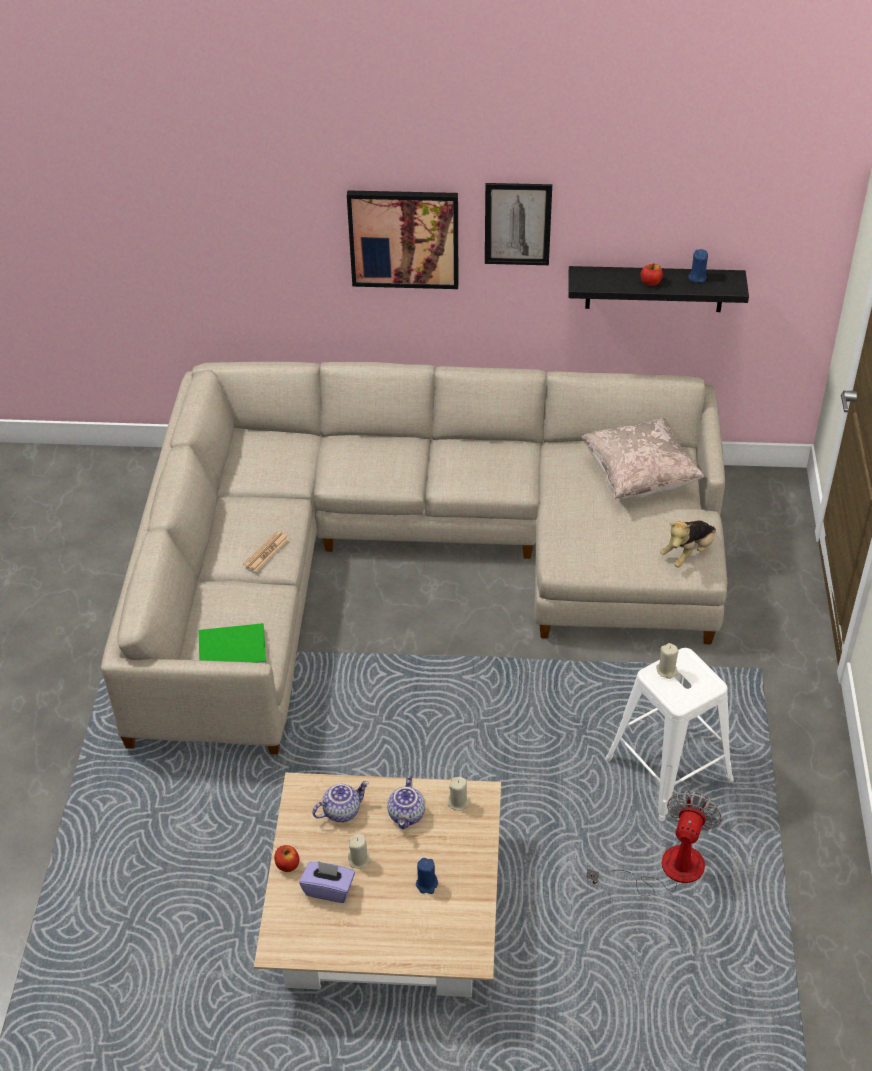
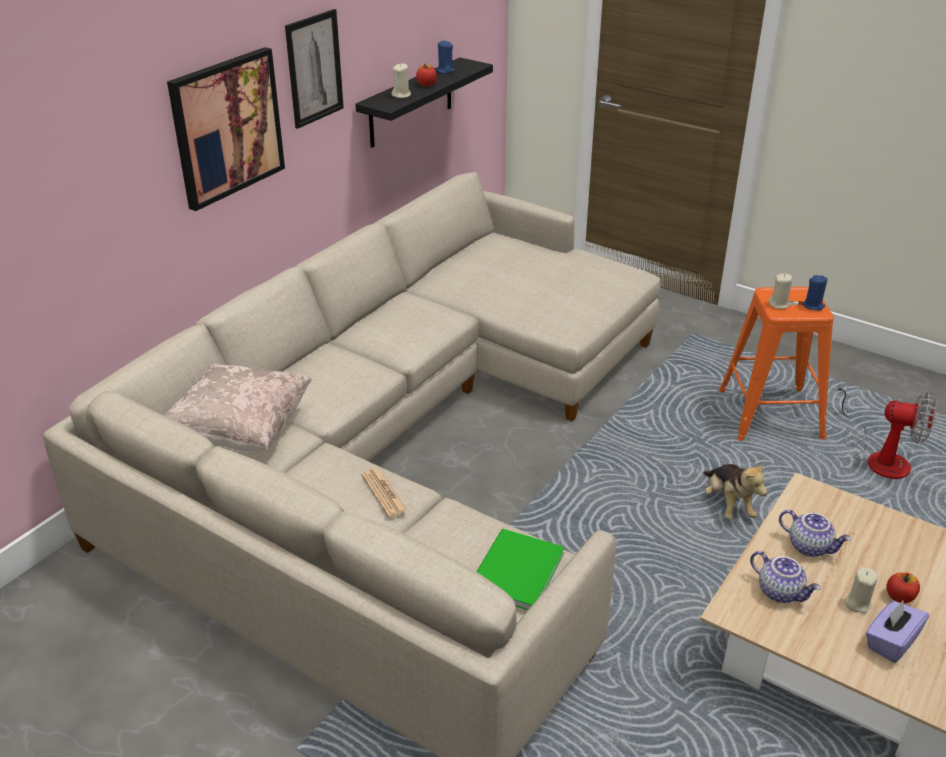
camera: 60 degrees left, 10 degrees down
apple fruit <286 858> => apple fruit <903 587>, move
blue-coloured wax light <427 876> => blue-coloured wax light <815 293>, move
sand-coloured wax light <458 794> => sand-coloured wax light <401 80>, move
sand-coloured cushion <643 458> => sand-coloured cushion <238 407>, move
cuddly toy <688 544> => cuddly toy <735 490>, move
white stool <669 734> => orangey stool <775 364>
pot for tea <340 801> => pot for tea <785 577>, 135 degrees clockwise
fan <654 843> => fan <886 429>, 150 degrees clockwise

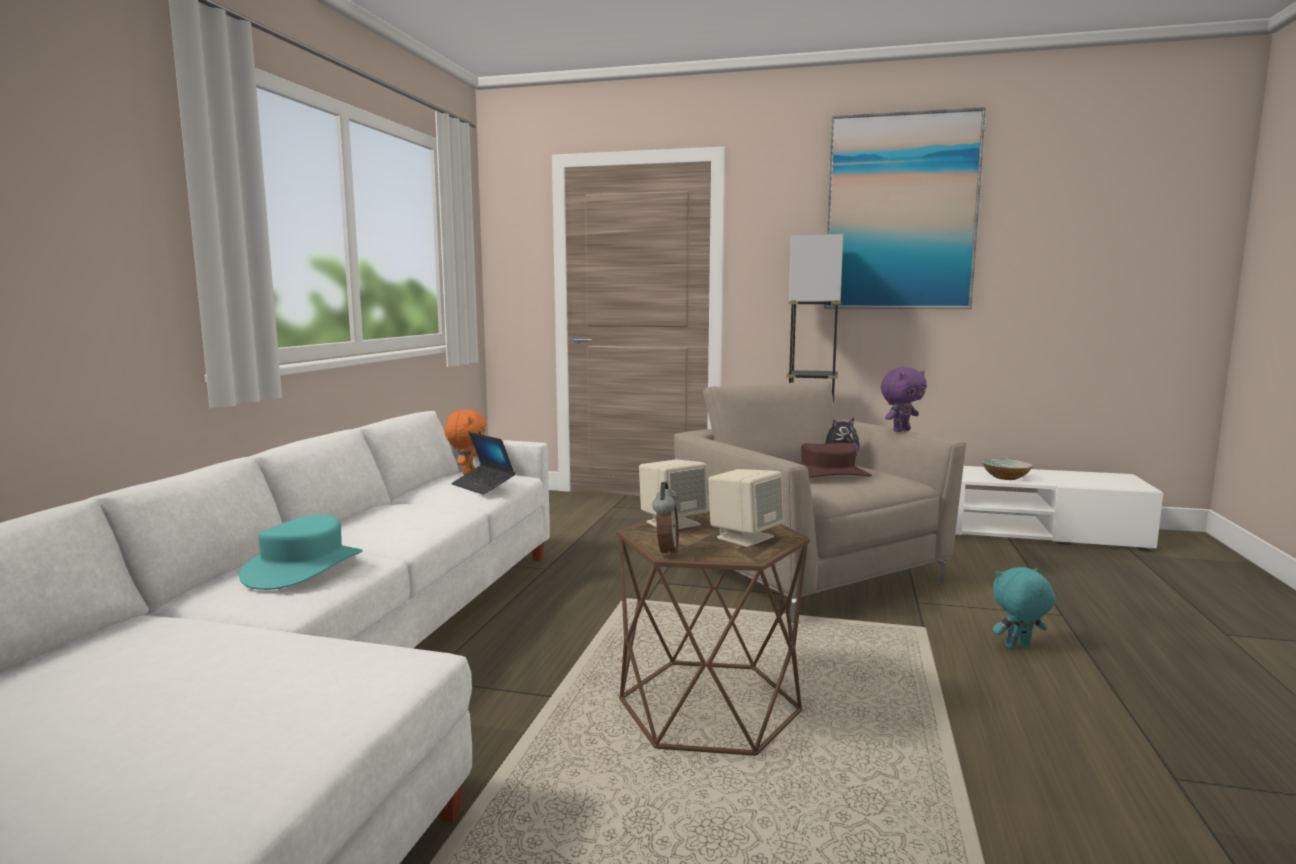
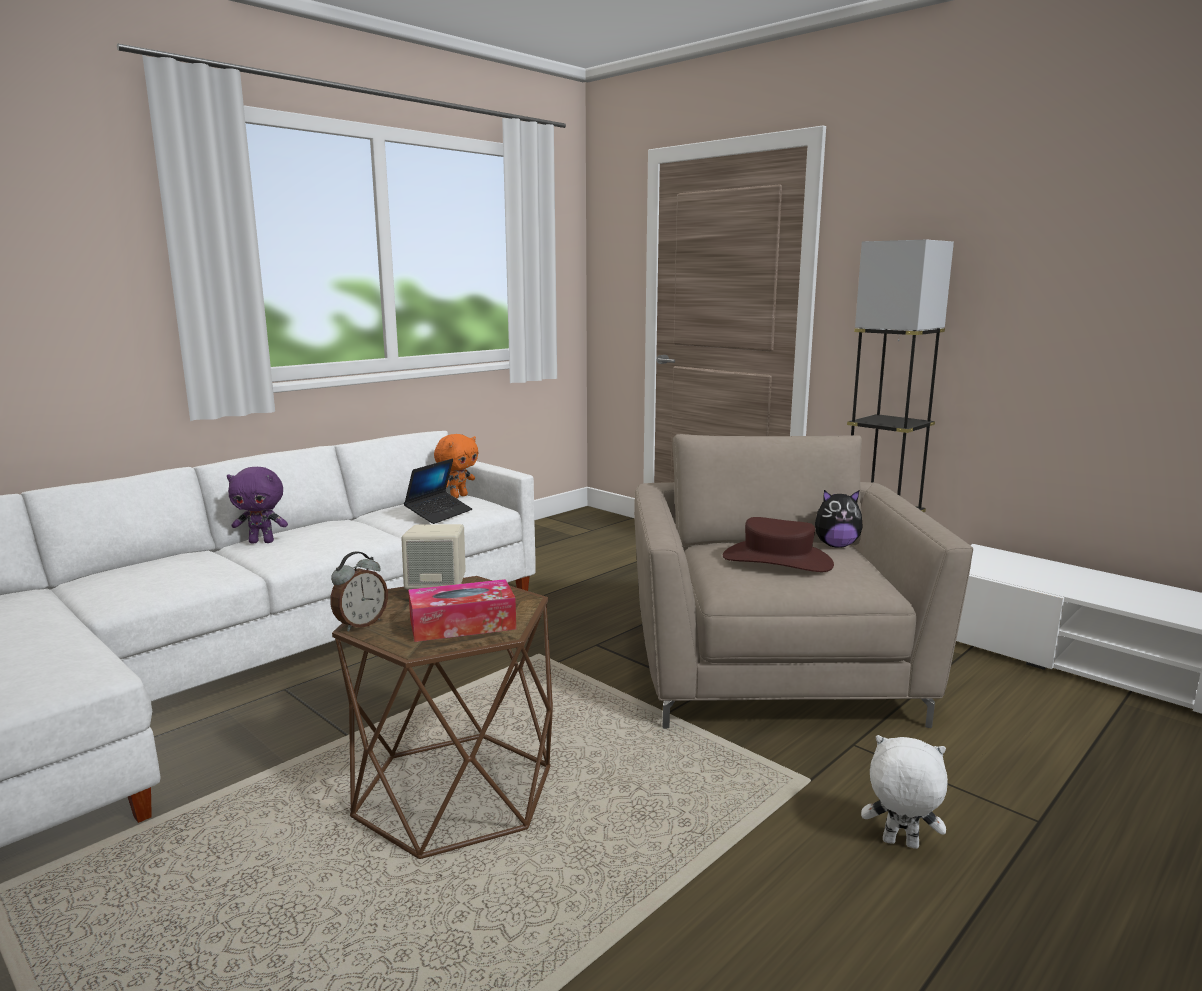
camera: 30 degrees right, 5 degrees up
blue-green clothing hat <301 552> => nothing
picture <905 208> => nothing
bowl <1007 469> => nothing
purplish cuddly toy <904 399> => purplish cuddly toy <257 505>, move
sand-coloured loudspeaker <746 508> => tissue box <462 610>
blue-green cuddly toy <1024 608> => white cuddly toy <904 792>
portable computer <483 463> => portable computer <438 491>, 135 degrees counterclockwise

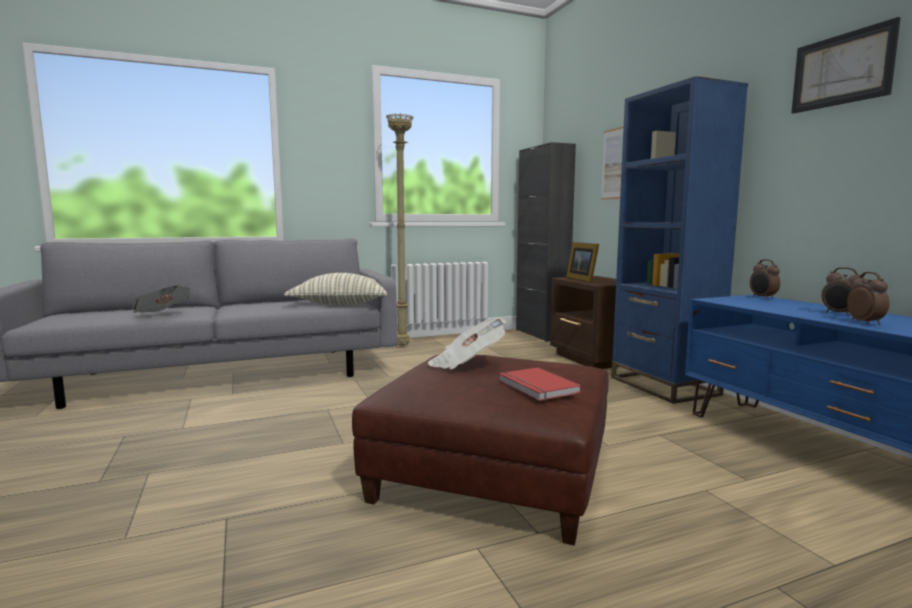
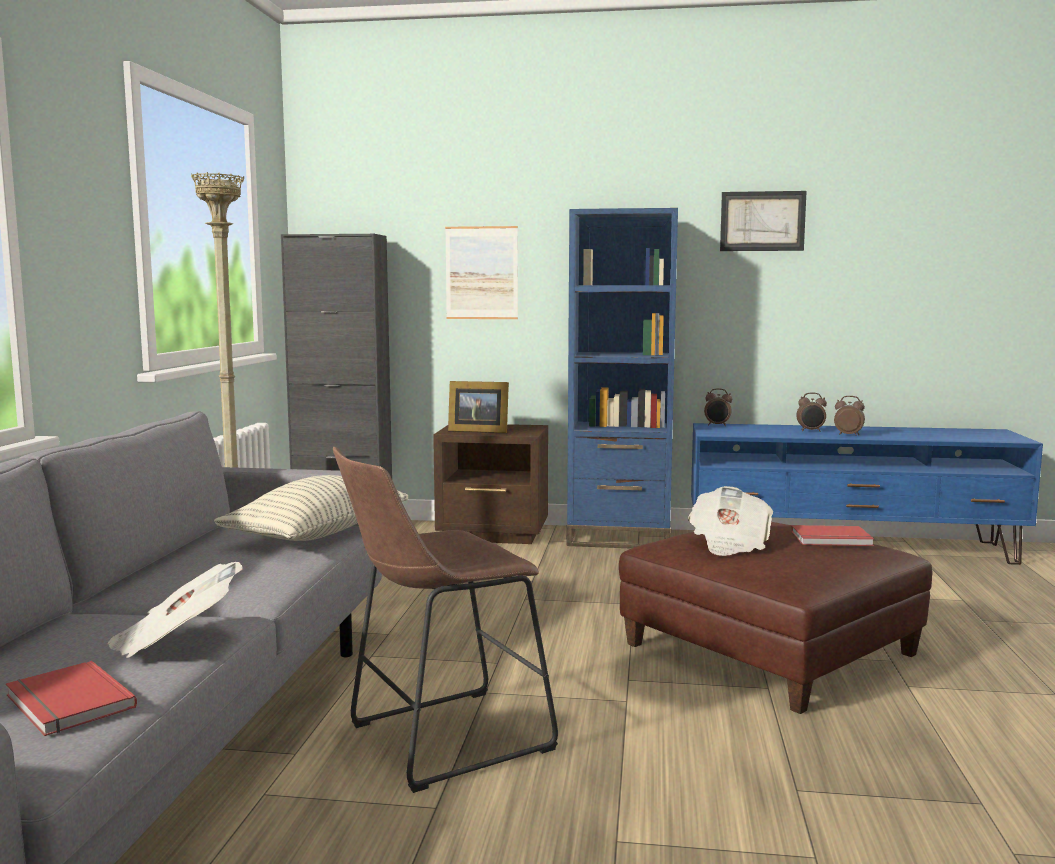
camera: 60 degrees left, 0 degrees up
nothing => reddish volume <71 698>
nothing => brownish stool <445 620>

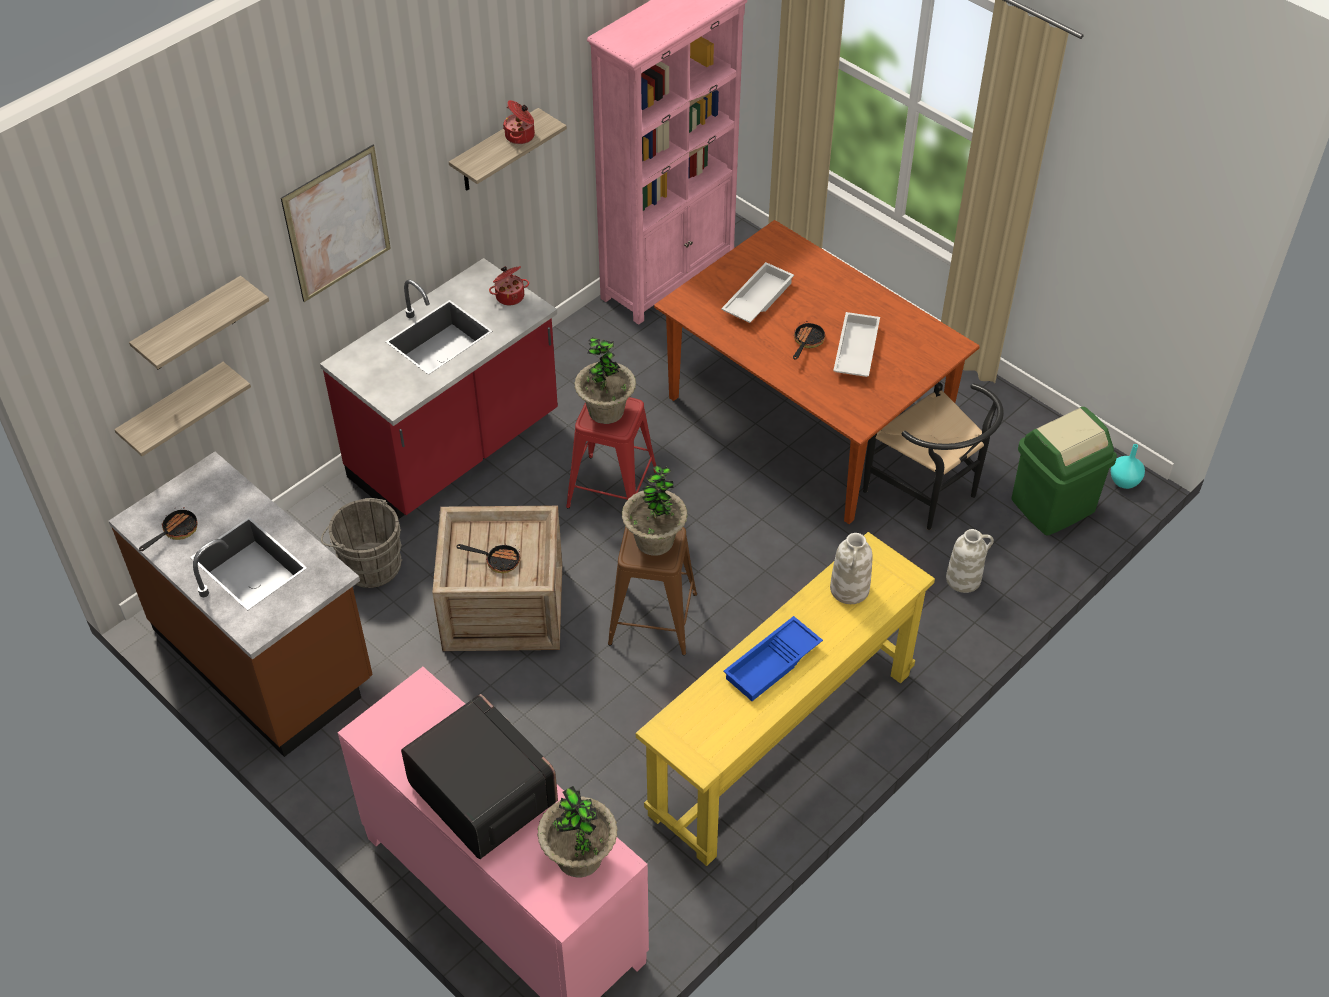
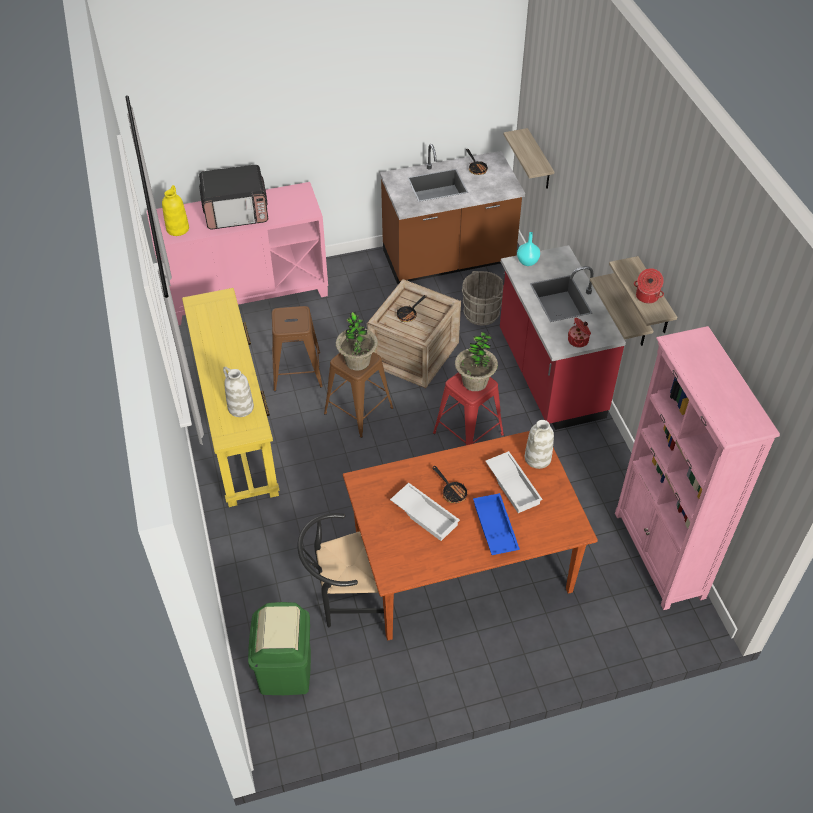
camera: 120 degrees right, 0 degrees up
picture <336 223> => nothing
nothing => brownish stool <297 348>
wall shelf <199 323> => wall shelf <621 309>, move
blue-coloured carrying tray <773 658> => blue-coloured carrying tray <496 524>, move
white decorative vase <970 561> => white decorative vase <539 444>, move
blue-green decorative vase <1127 466> => blue-green decorative vase <528 249>, move
plant in a pot <577 831> => yellowish decorative vase <175 210>

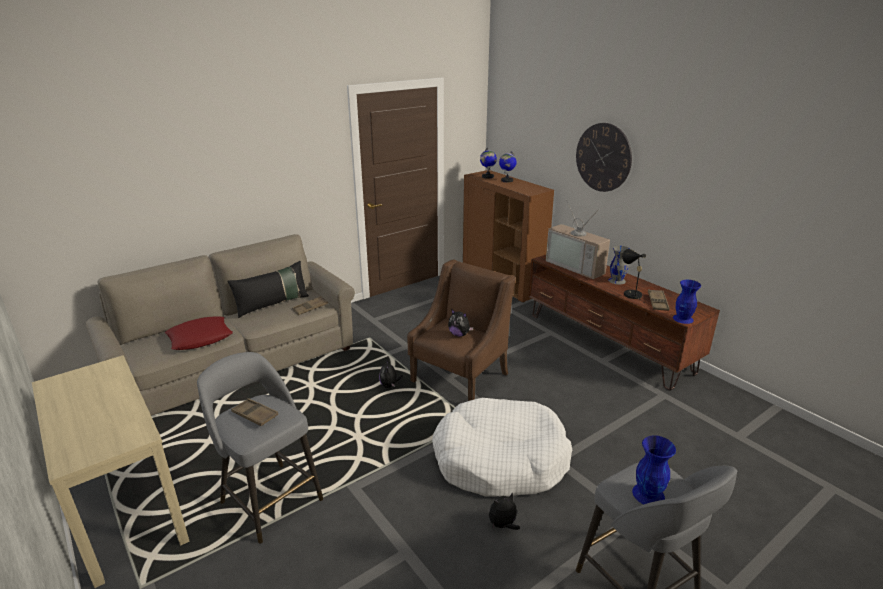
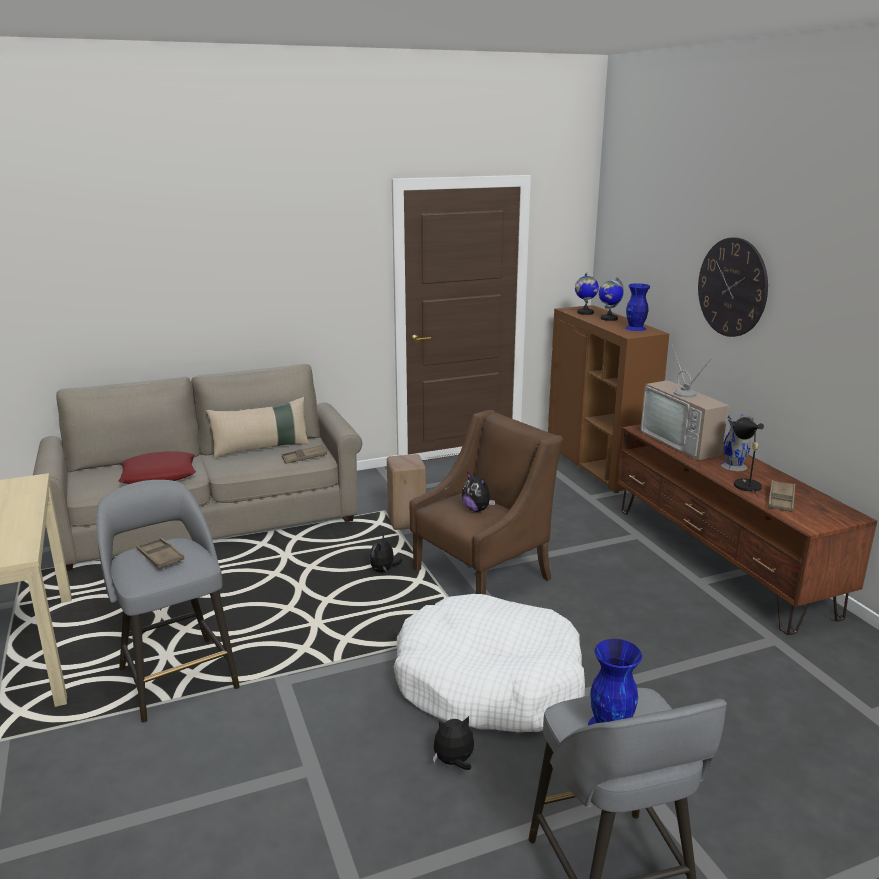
camera: 15 degrees right, 5 degrees down
nothing => sand-coloured stool <406 492>
blue-coloured decorative vase <687 302> => blue-coloured decorative vase <637 307>, move
black cushion <268 289> => sand-coloured cushion <258 428>

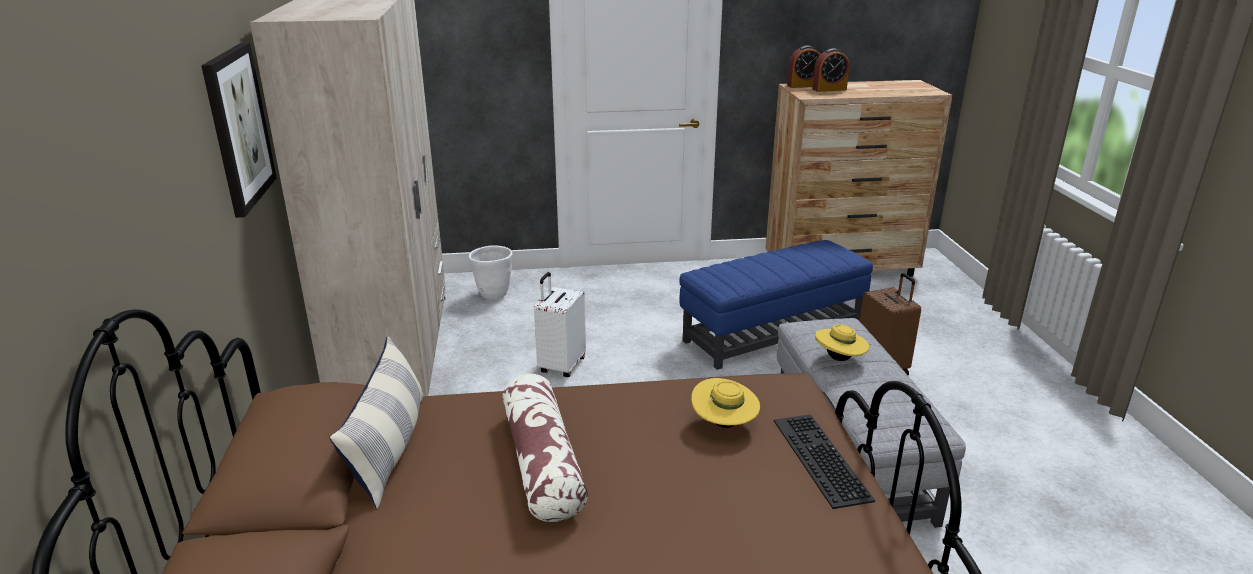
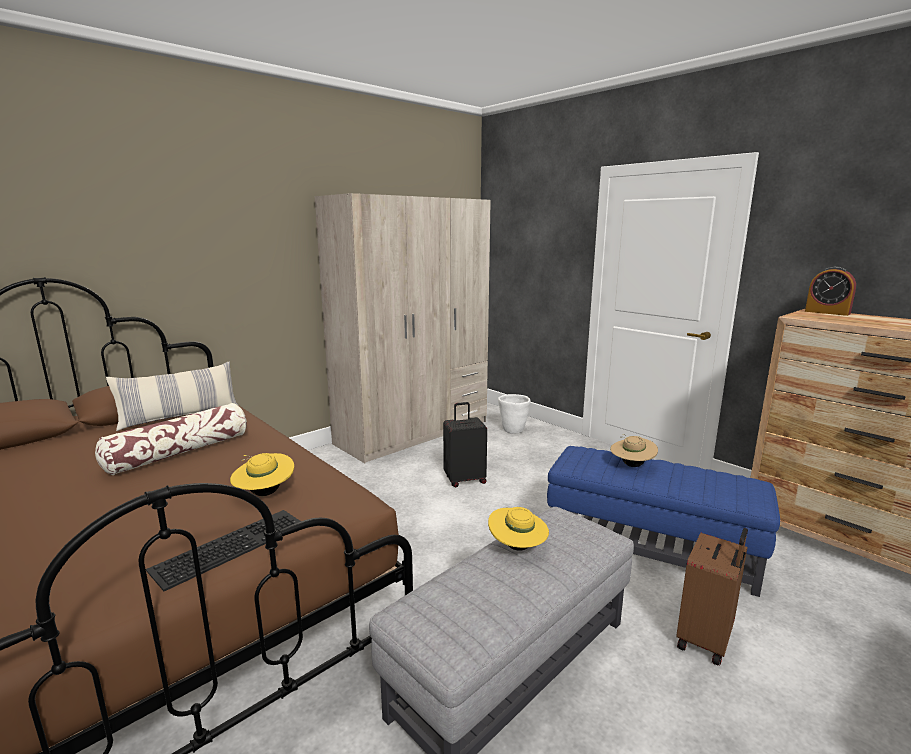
camera: 55 degrees right, 10 degrees down
picture <239 130> => nothing
alarm clock <830 70> => nothing
nothing => sand-coloured clothing hat <634 450>
white suitcase <560 324> => black suitcase <465 444>

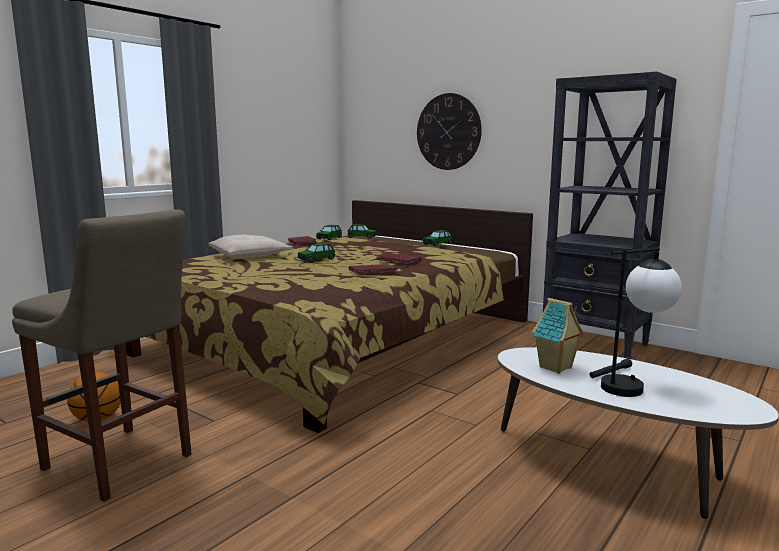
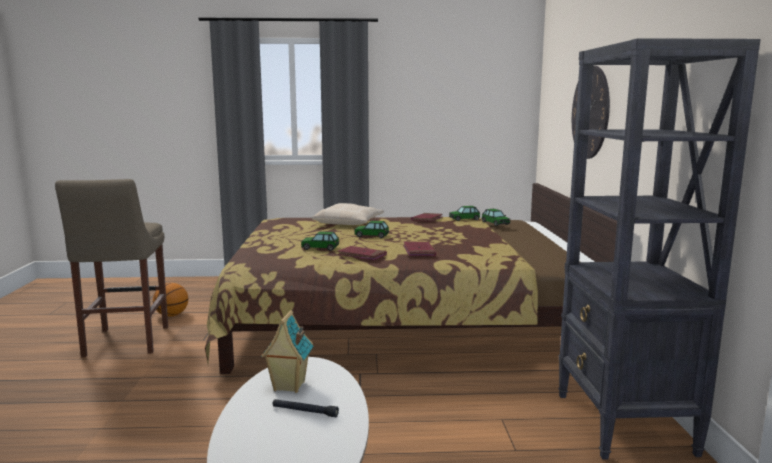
camera: 50 degrees right, 0 degrees up
lamp for a table <641 322> => nothing
miniature car <438 238> => miniature car <320 241>, move

